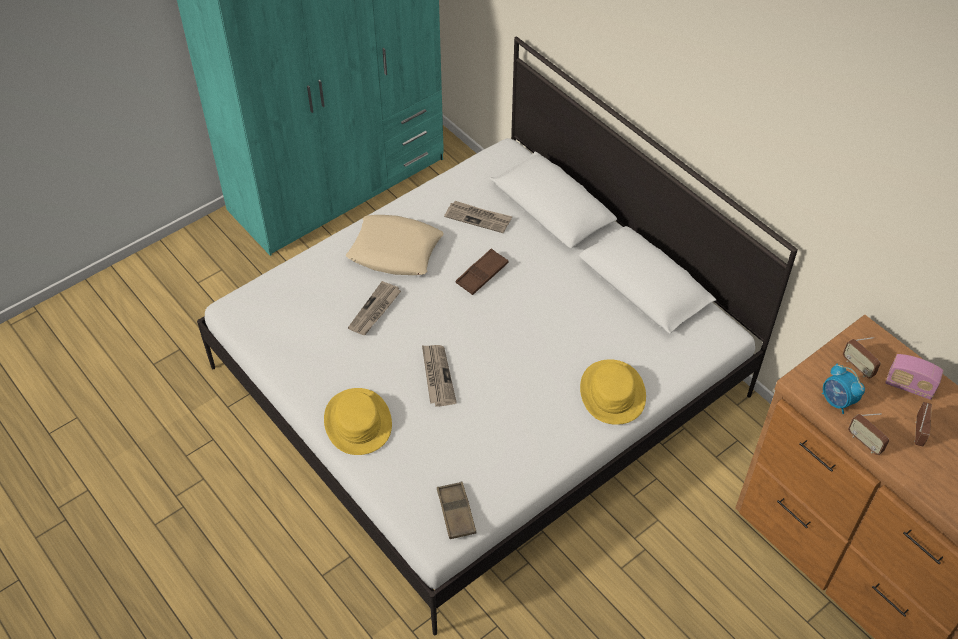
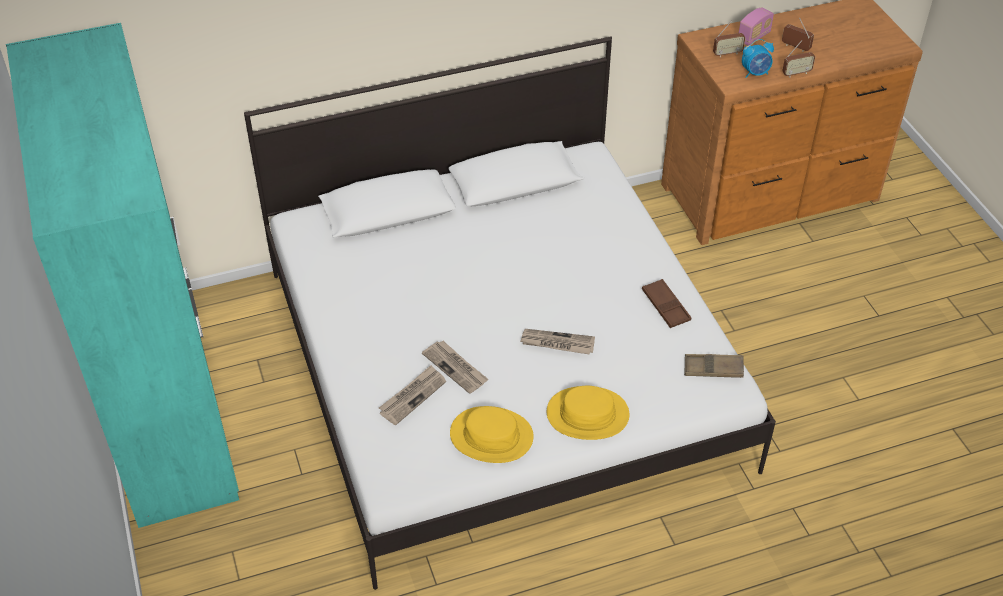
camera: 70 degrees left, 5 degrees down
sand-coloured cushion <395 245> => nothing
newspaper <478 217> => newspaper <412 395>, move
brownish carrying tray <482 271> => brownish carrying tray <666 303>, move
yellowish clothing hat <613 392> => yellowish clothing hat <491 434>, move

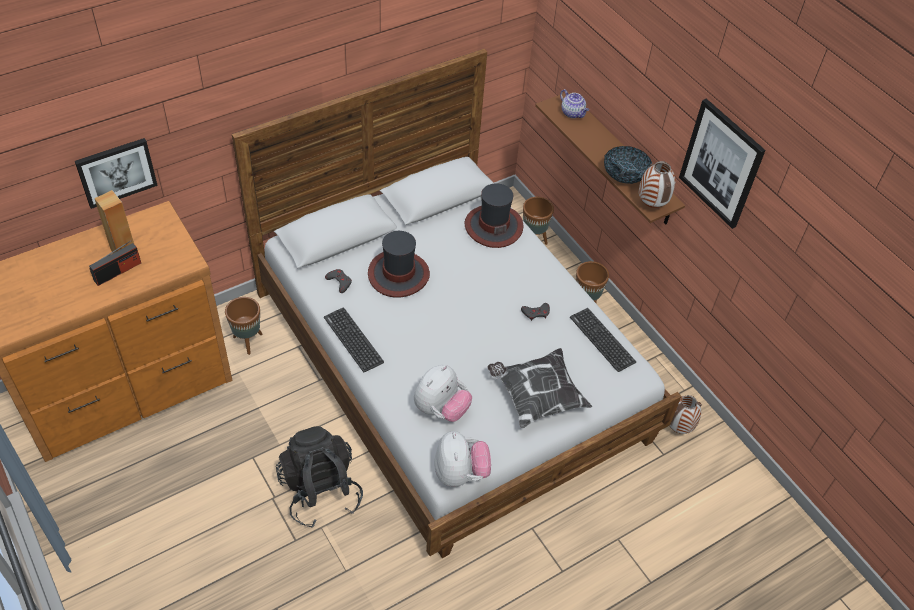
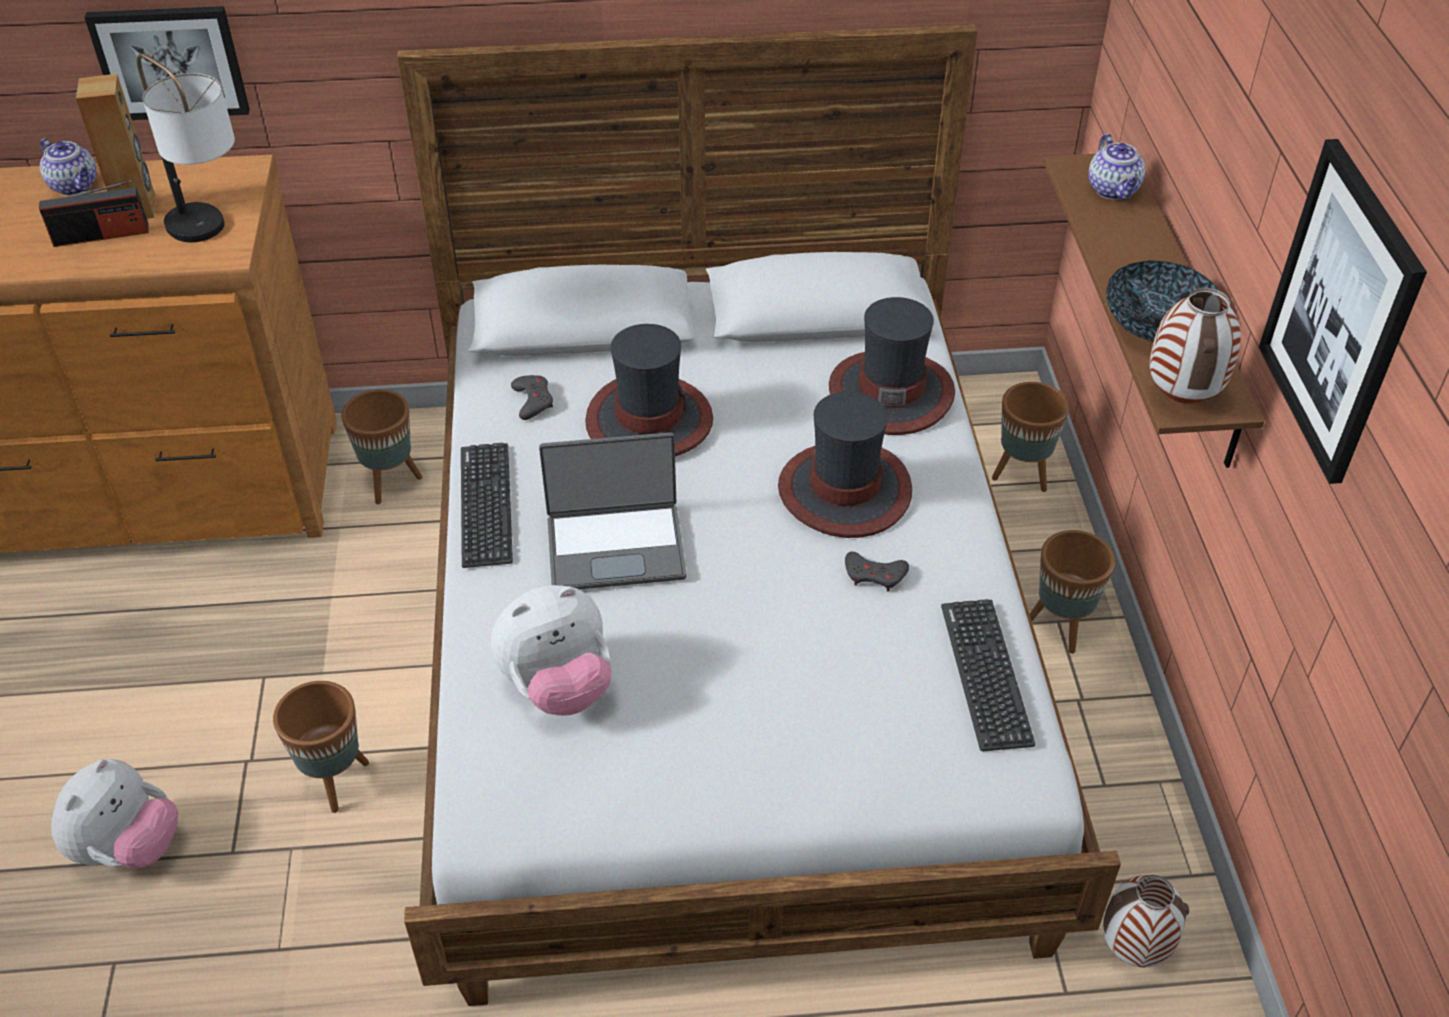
camera: 30 degrees right, 5 degrees down
cushion <540 388> => nothing
nothing => pot for tea <68 167>
nothing => lamp for a table <186 147>
nothing => portable computer <613 510>
nothing => clothing hat <845 464>
cuddly toy <462 459> => cuddly toy <114 813>, move
black backpack <319 477> => brownish flower pot <321 747>

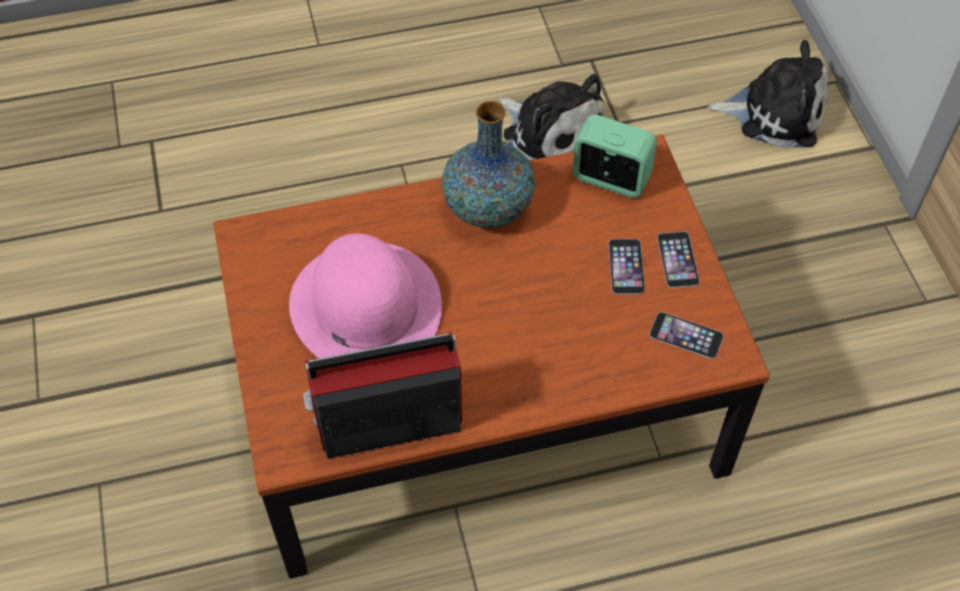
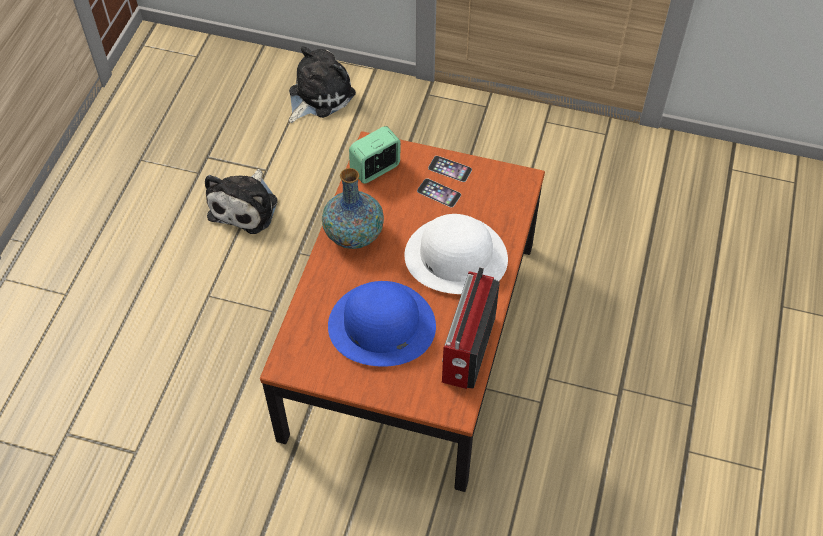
camera: 60 degrees left, 0 degrees up
phone <686 335> => nothing
nothing => white clothing hat <456 254>
pink clothing hat <365 296> => blue-coloured clothing hat <382 324>
cuddly toy <552 117> => cuddly toy <241 201>, 120 degrees clockwise

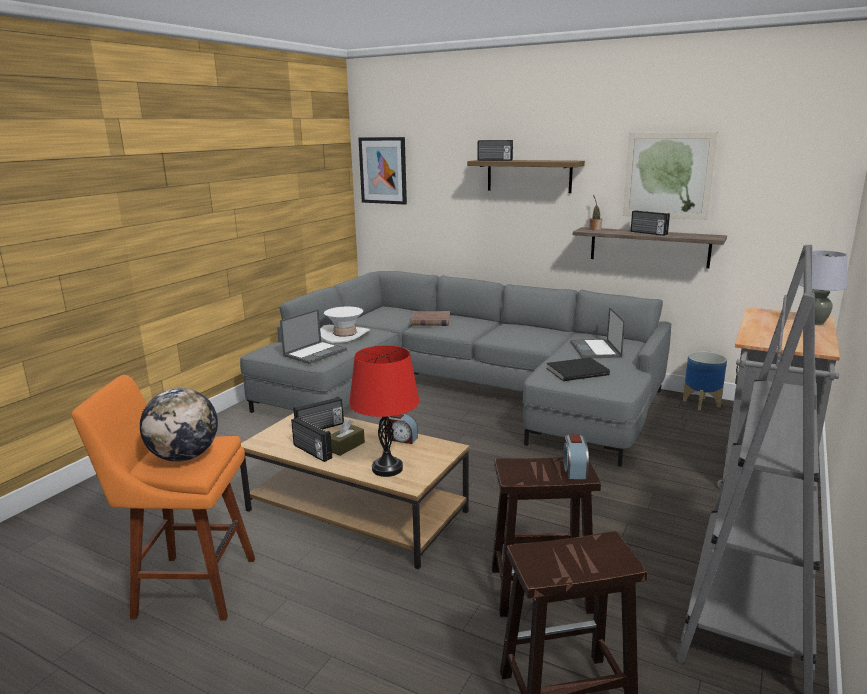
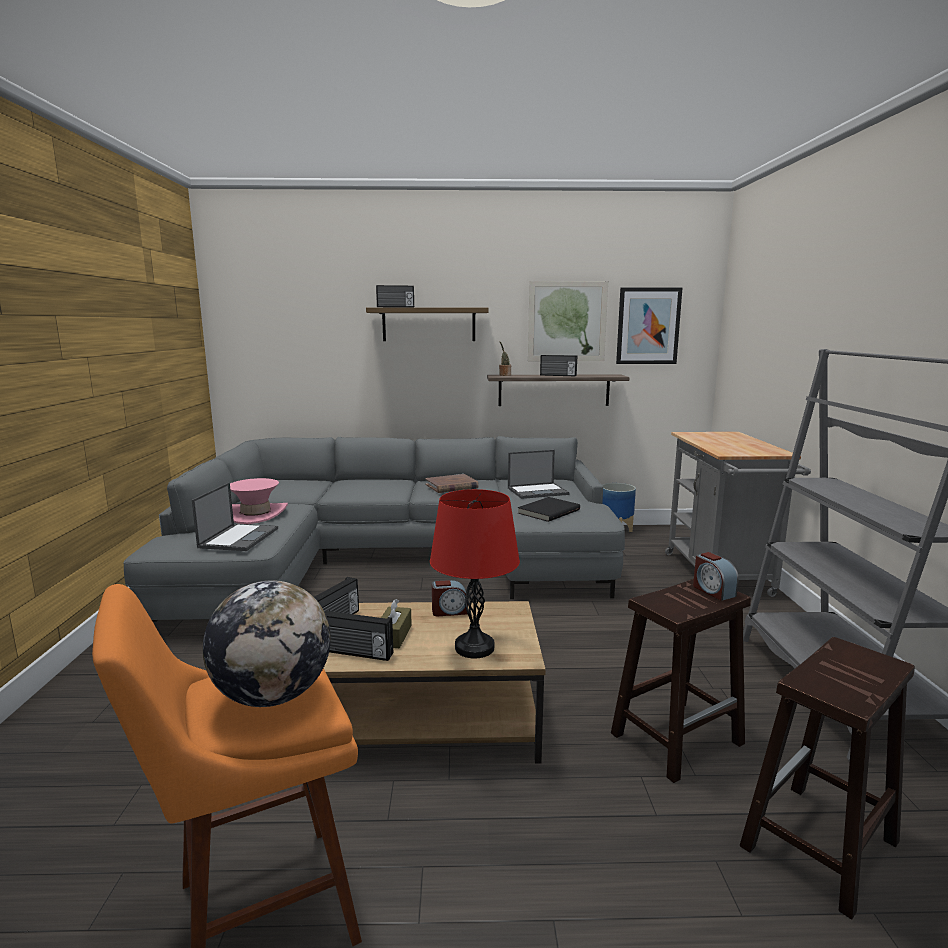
camera: 30 degrees left, 5 degrees down
gray lamp for a table <823 287> => nothing
picture <382 171> => picture <649 326>, move
brownish volume <430 318> => brownish volume <452 483>, move
white clothing hat <345 324> => pink clothing hat <259 501>
portable computer <597 332> => portable computer <539 474>, 75 degrees counterclockwise

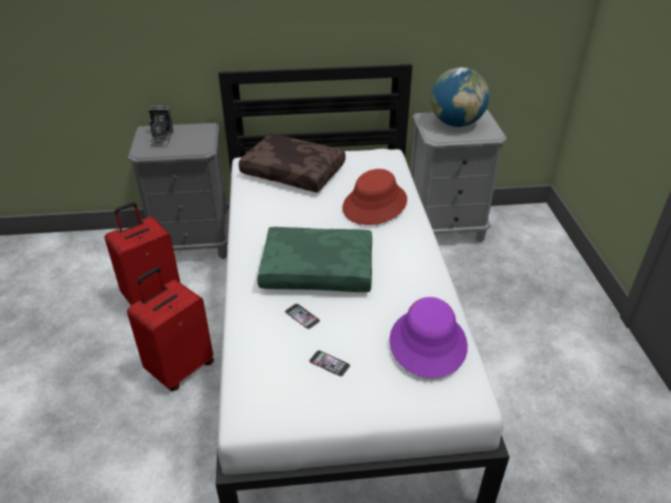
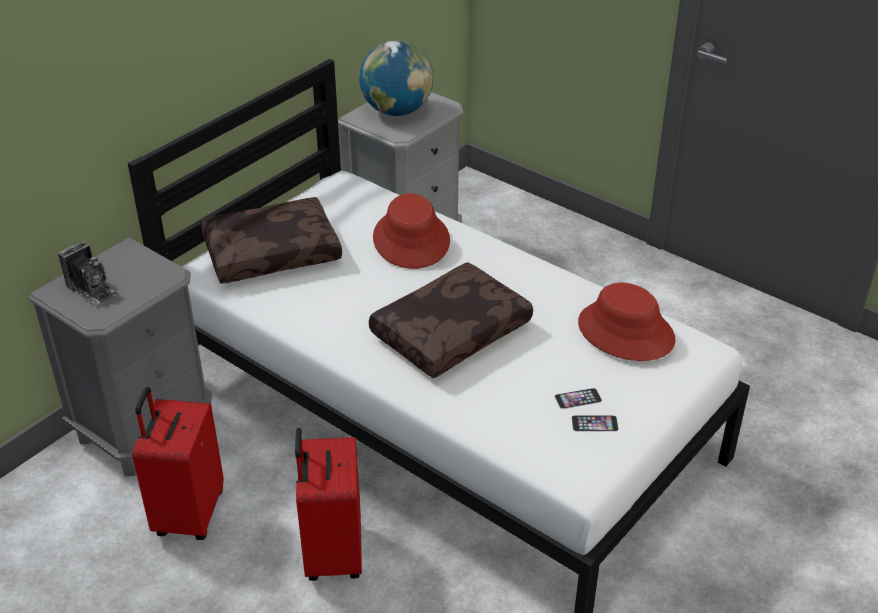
camera: 45 degrees left, 0 degrees up
phone <302 316> => phone <595 423>, move
green cushion <314 259> => brownish cushion <451 320>
purplish clothing hat <428 337> => reddish clothing hat <627 321>

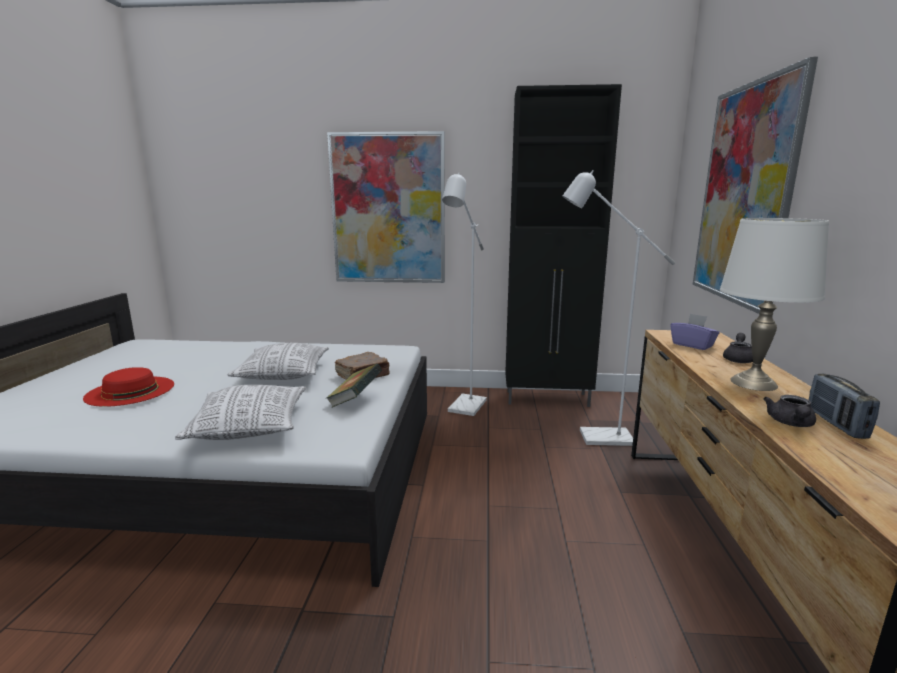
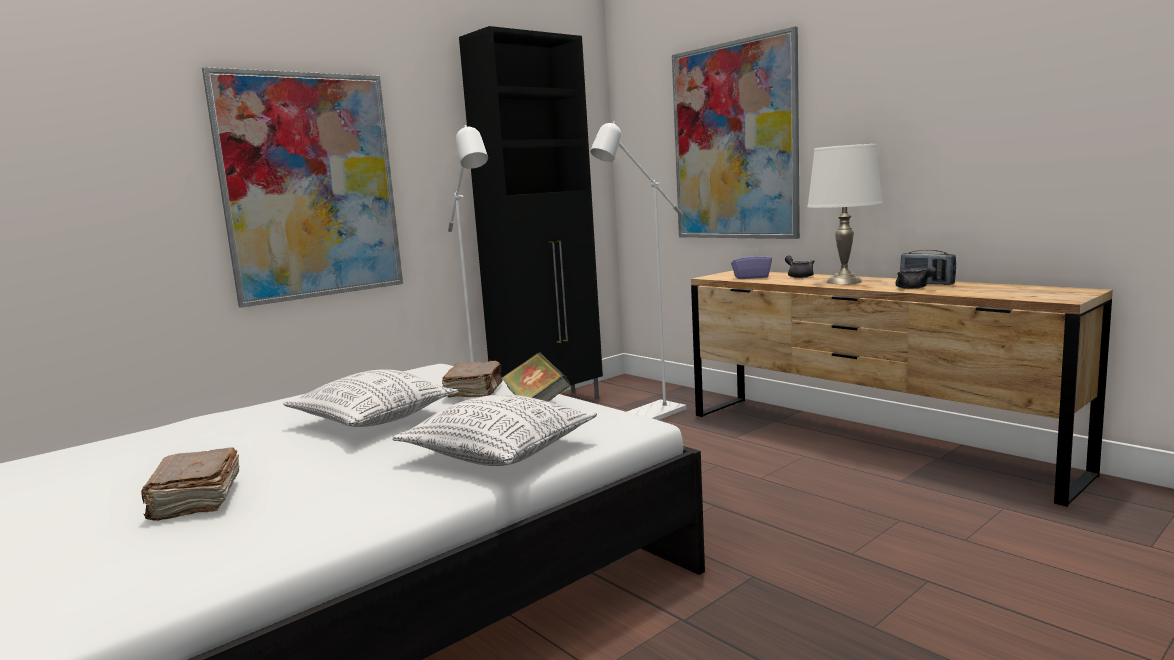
camera: 45 degrees left, 5 degrees down
reddish clothing hat <128 387> => brownish volume <190 484>

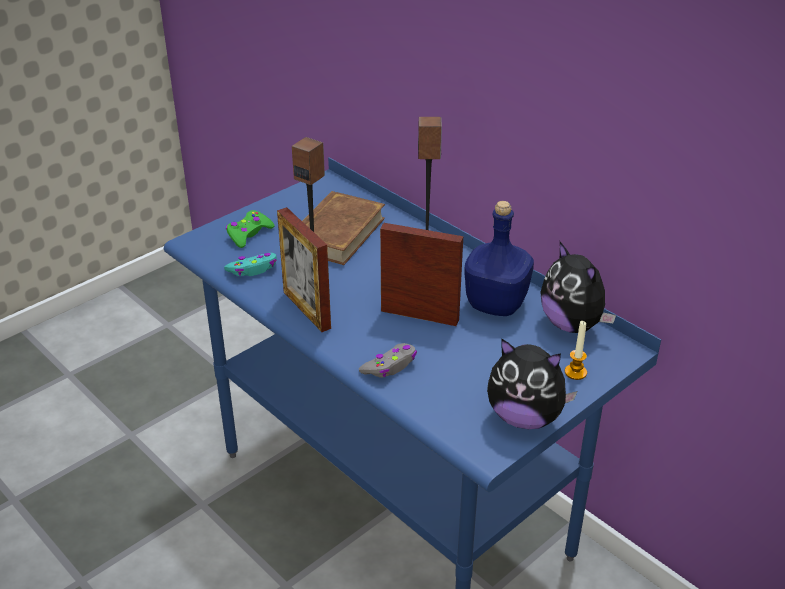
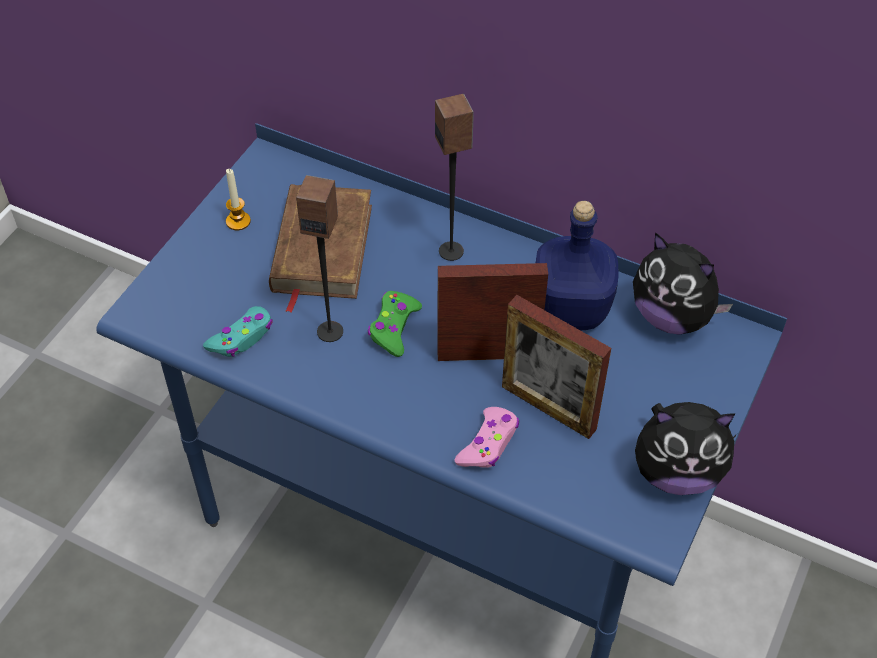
camera: 20 degrees left, 15 degrees up
green game controller <250 229> => green game controller <395 324>, move
picture frame <304 269> => picture frame <556 367>, move
wax light <576 350> => wax light <238 199>, move
gray game controller <388 360> => pink game controller <486 437>

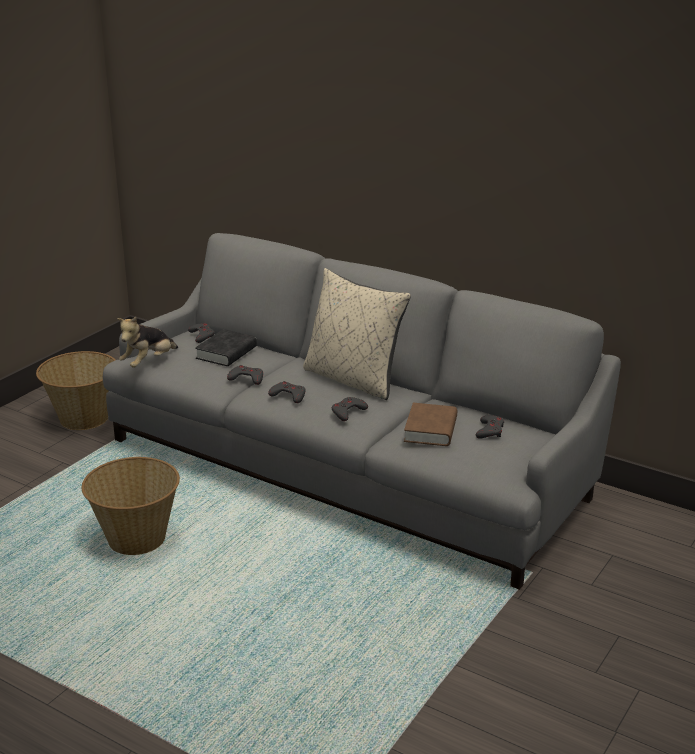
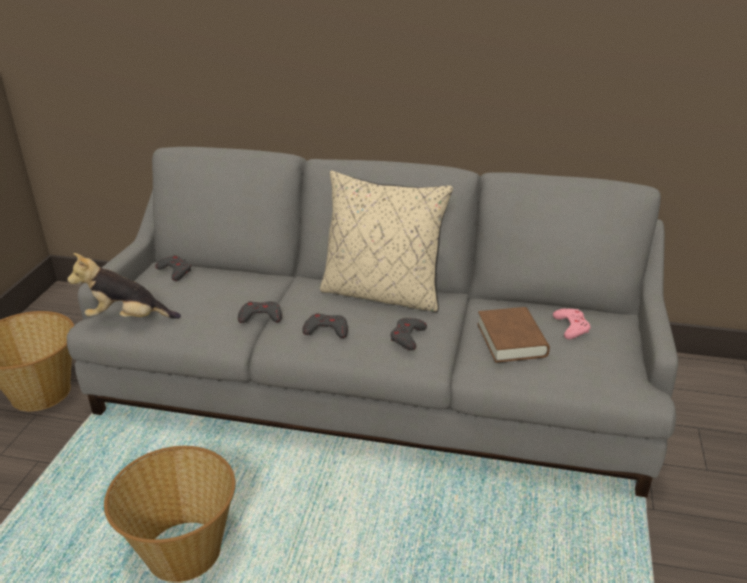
camera: 20 degrees left, 5 degrees up
black volume <226 347> => nothing
gray game controller <490 427> => pink game controller <572 323>
cuddly toy <147 342> => cuddly toy <124 286>, 75 degrees clockwise

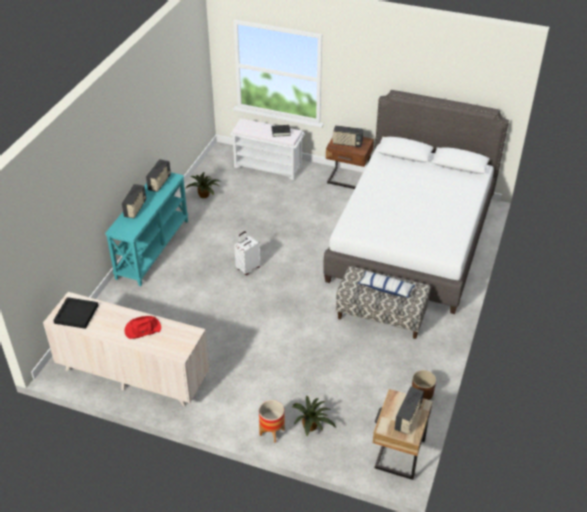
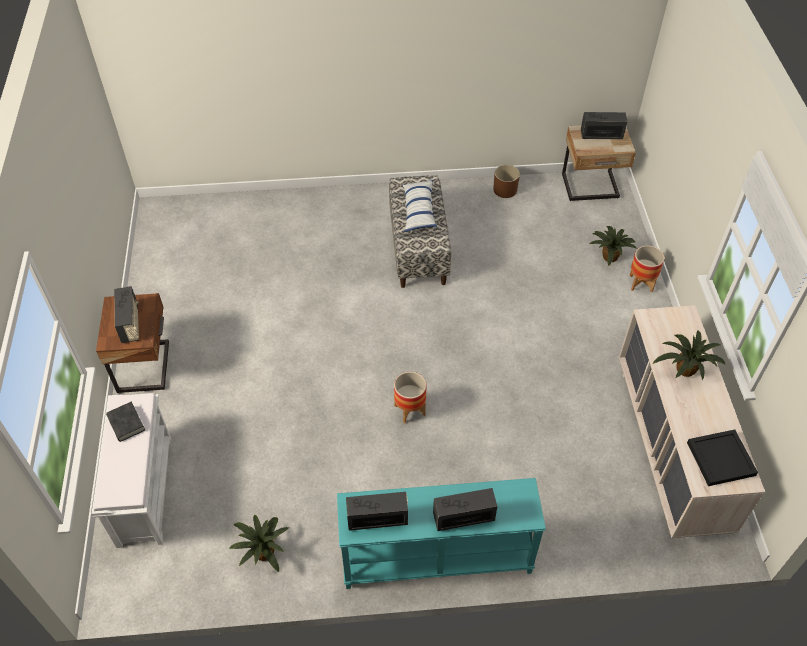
camera: 115 degrees left, 10 degrees up
white sleeping bed <416 202> => nothing
reddish clothing hat <143 327> => plant in a pot <689 355>
white suitcase <247 253> => flower pot <410 397>

